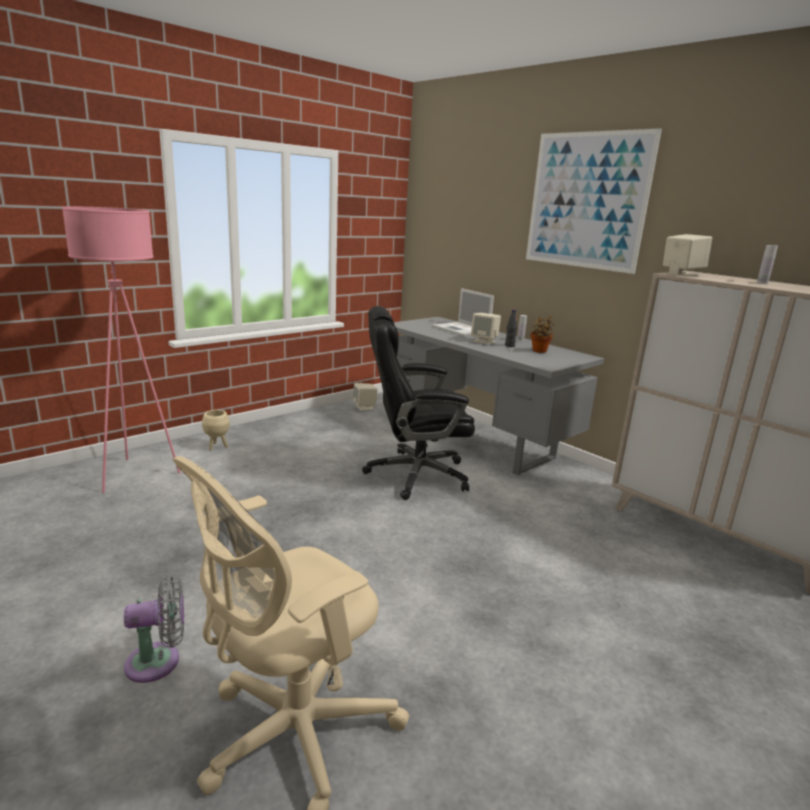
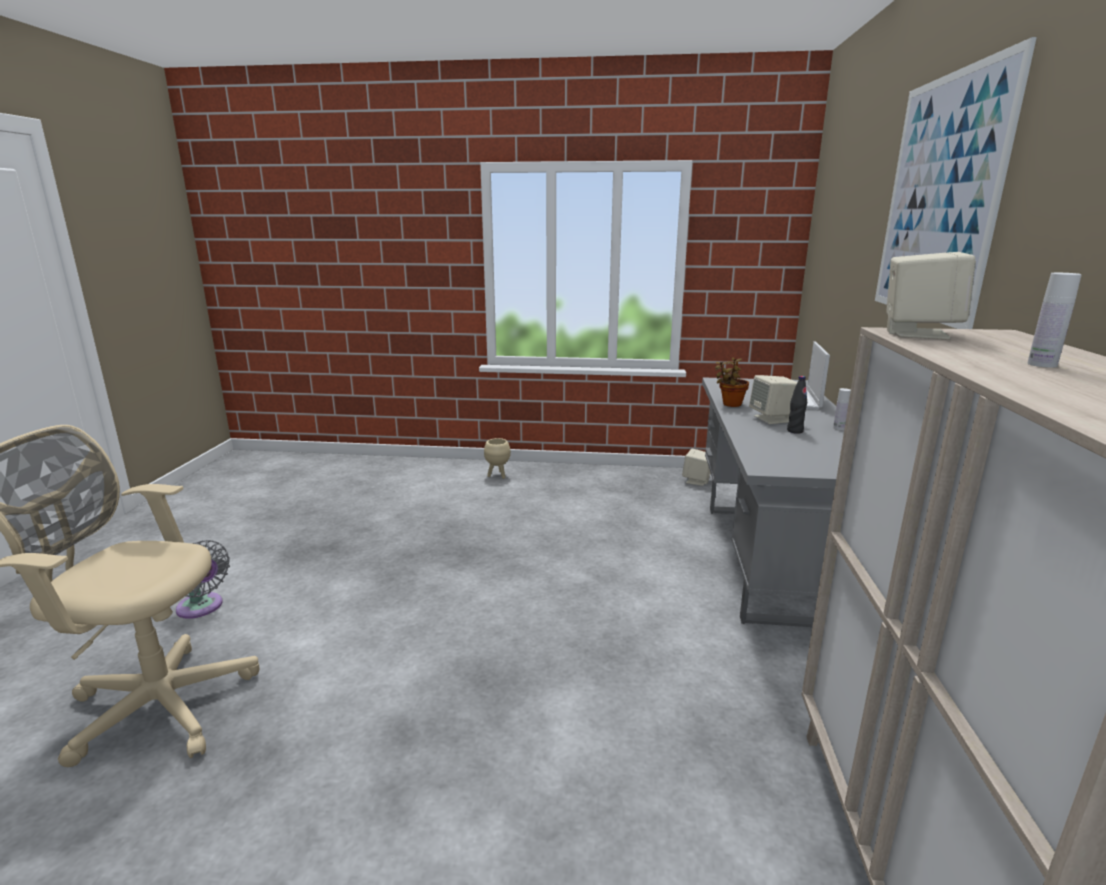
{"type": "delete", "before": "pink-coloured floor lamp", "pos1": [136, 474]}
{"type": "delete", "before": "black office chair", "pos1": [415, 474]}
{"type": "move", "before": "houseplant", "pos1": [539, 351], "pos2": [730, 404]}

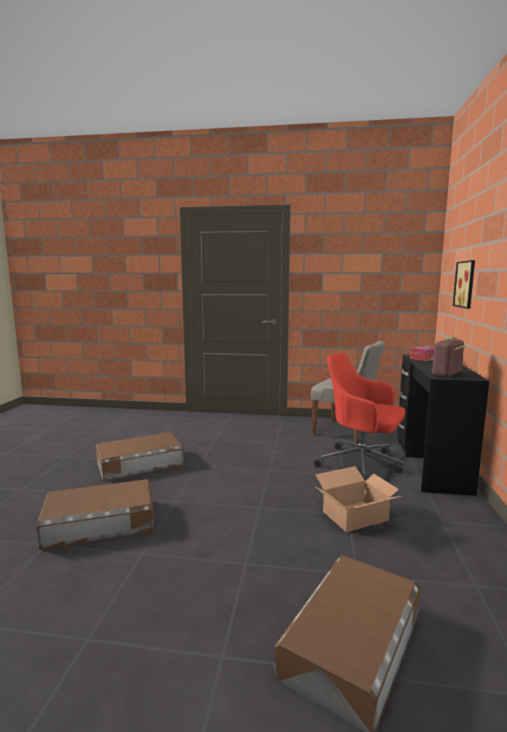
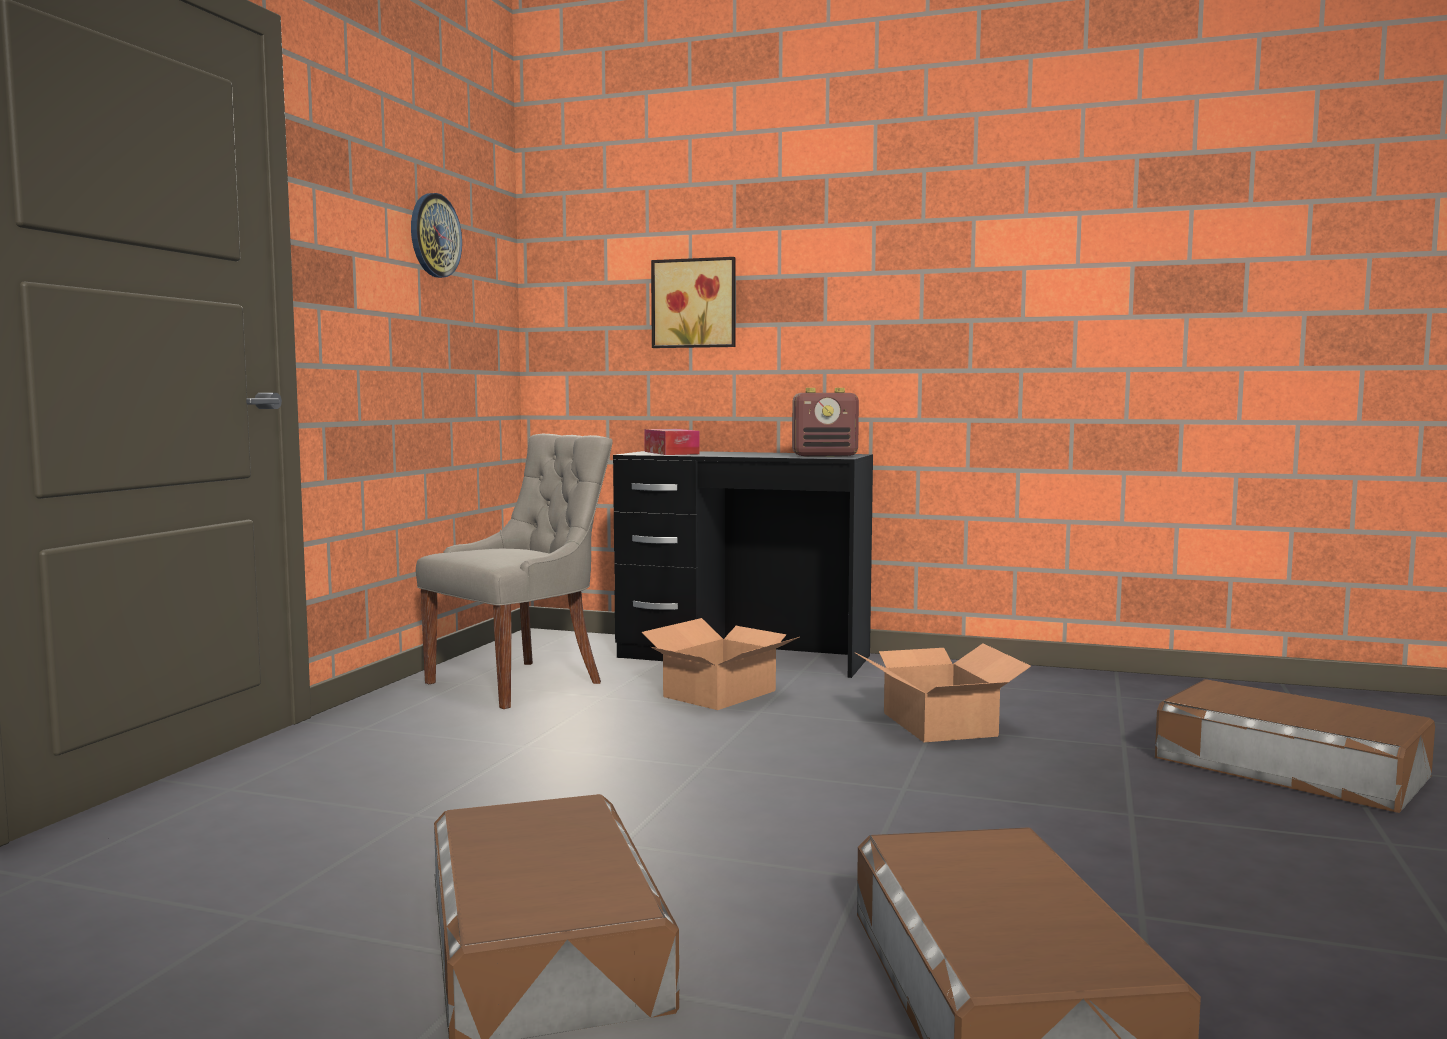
{"type": "rotate", "before": "radio", "pos1": [446, 374], "pos2": [825, 456], "turn": -60}
{"type": "replace", "before": "red office chair", "after": "cardboard box", "pos1": [362, 464], "pos2": [718, 694]}
{"type": "insert", "after": "hanging clock", "pos2": [434, 235]}

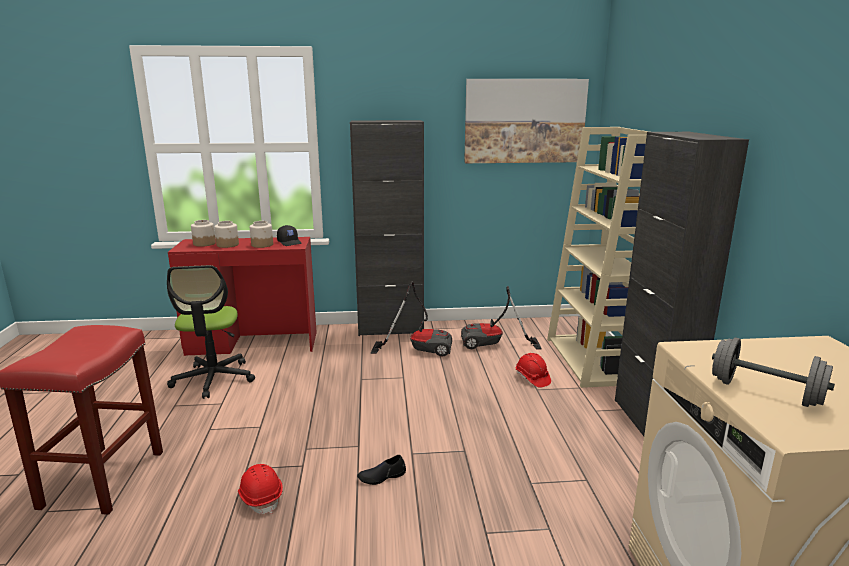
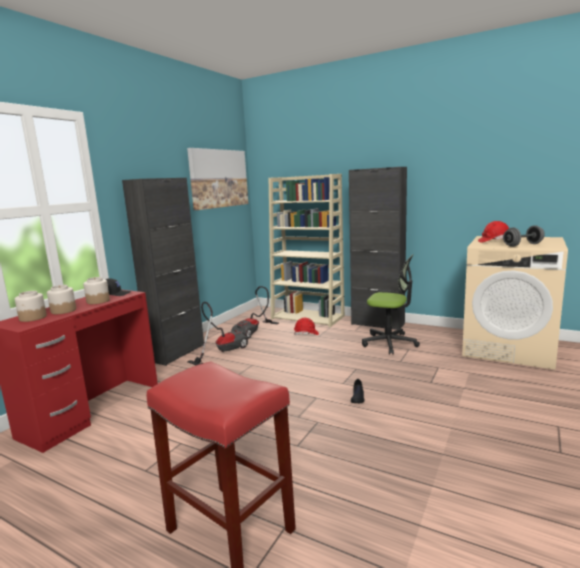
{"type": "move", "before": "office chair", "pos1": [213, 379], "pos2": [389, 343]}
{"type": "move", "before": "red work helmet", "pos1": [261, 497], "pos2": [494, 241]}

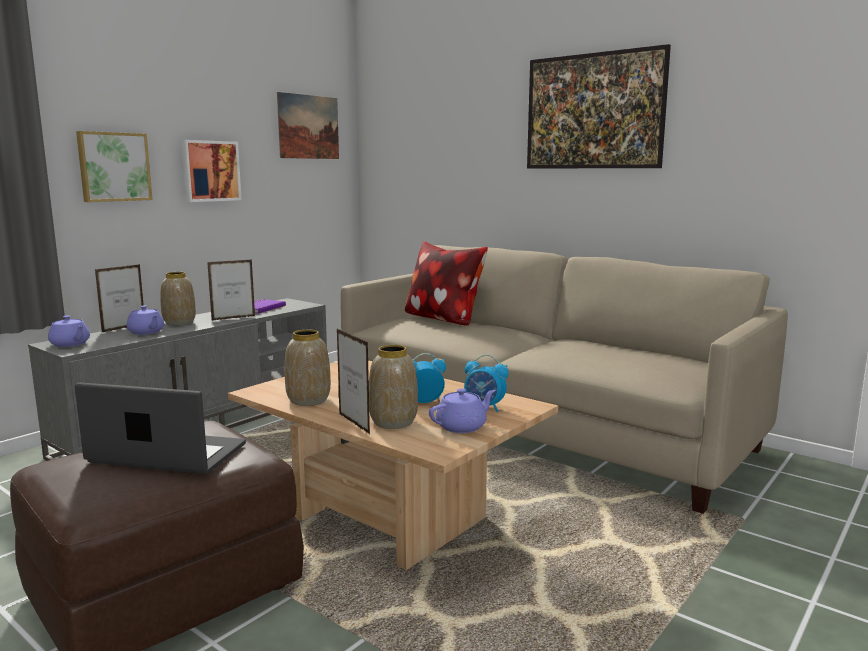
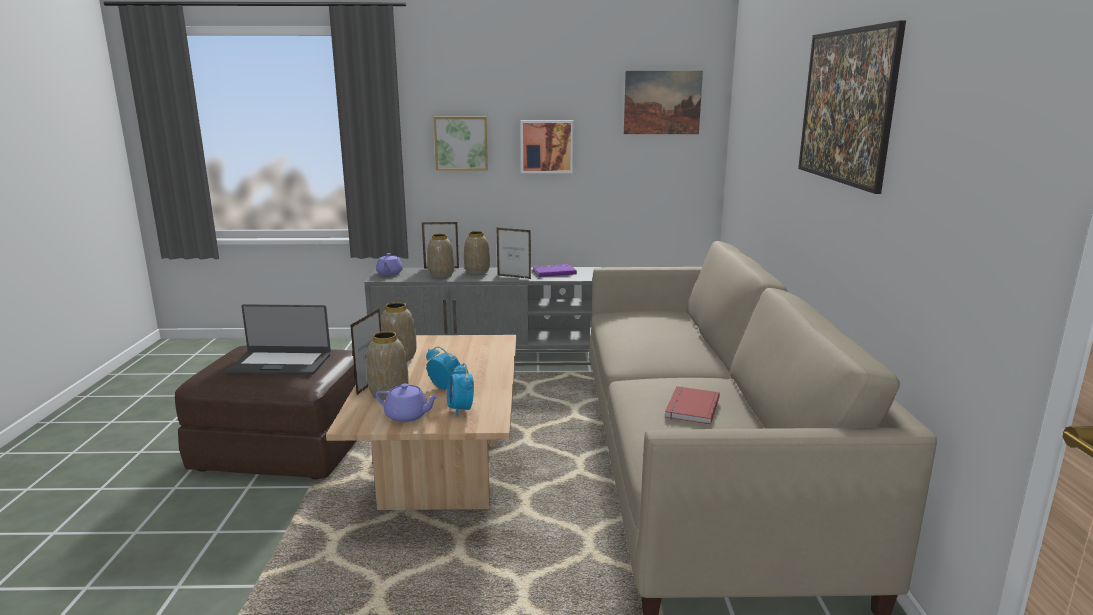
{"type": "delete", "before": "cushion", "pos1": [443, 320]}
{"type": "replace", "before": "purplish pot for tea", "after": "flower vase", "pos1": [146, 332], "pos2": [441, 275]}
{"type": "rotate", "before": "portable computer", "pos1": [166, 454], "pos2": [280, 363], "turn": 120}
{"type": "insert", "after": "red volume", "pos2": [690, 407]}

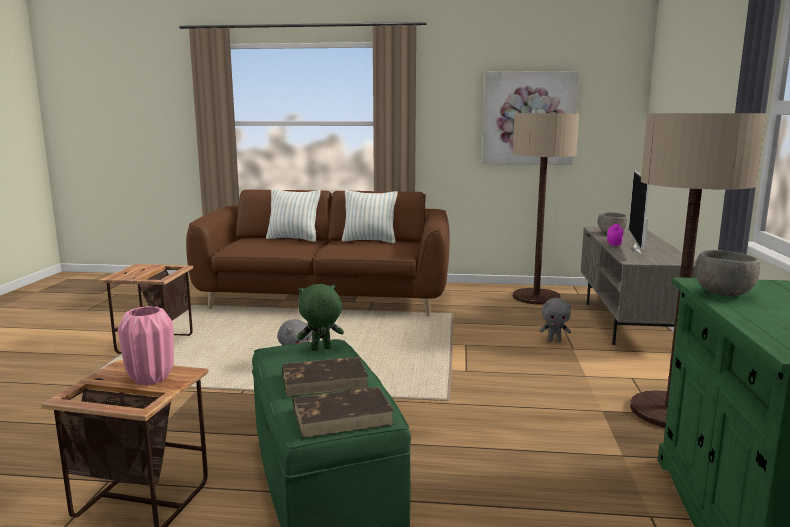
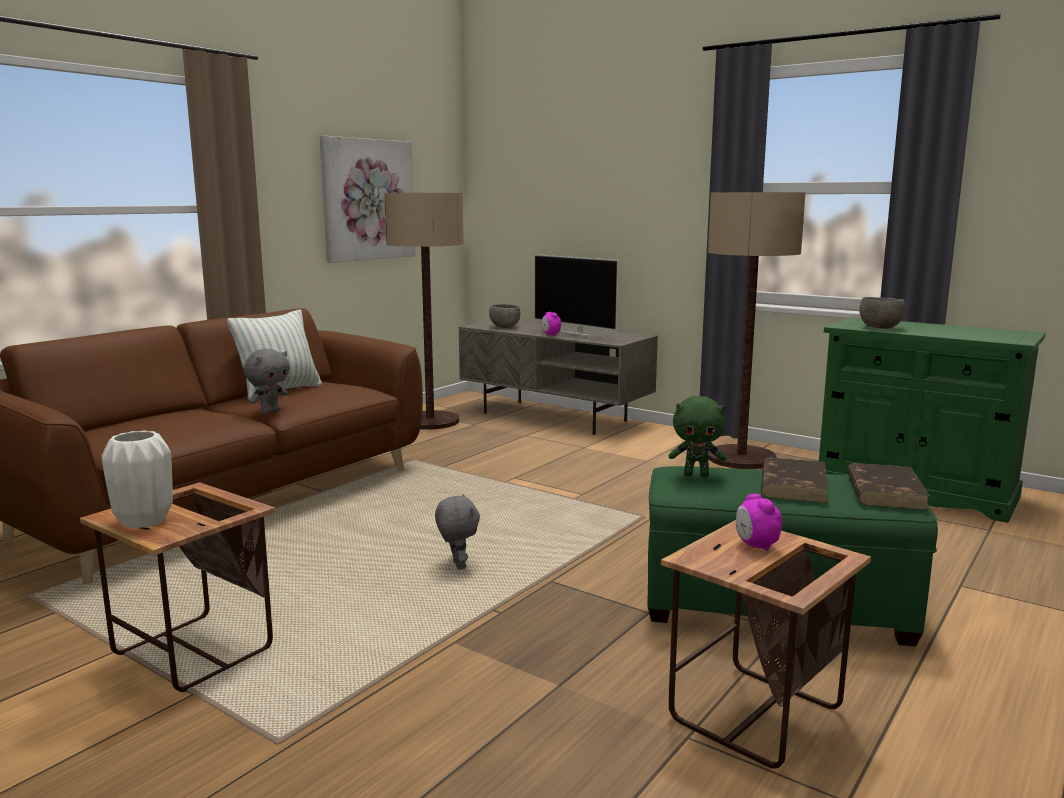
{"type": "delete", "before": "cushion", "pos1": [293, 239]}
{"type": "rotate", "before": "green-coloured plush toy", "pos1": [320, 349], "pos2": [696, 475], "turn": -90}
{"type": "move", "before": "gray plush toy", "pos1": [554, 341], "pos2": [270, 412]}
{"type": "replace", "before": "pink-coloured flower vase", "after": "alarm clock", "pos1": [150, 379], "pos2": [756, 545]}
{"type": "insert", "after": "white flower vase", "pos2": [143, 521]}

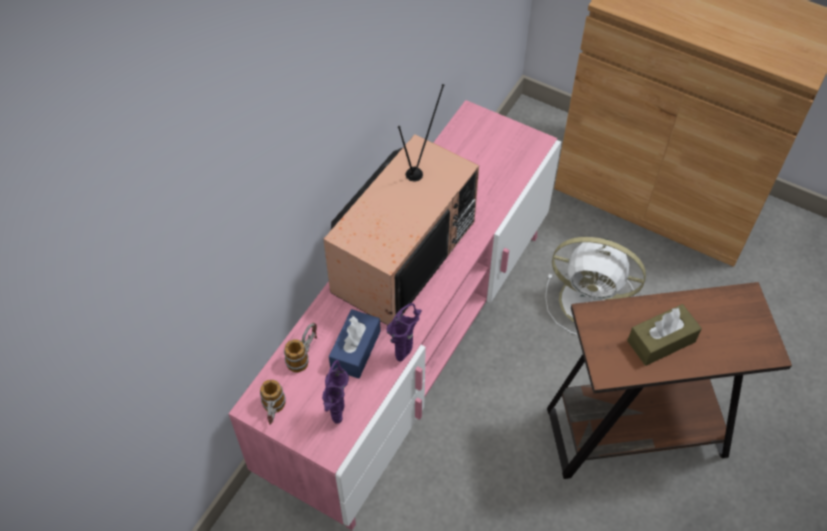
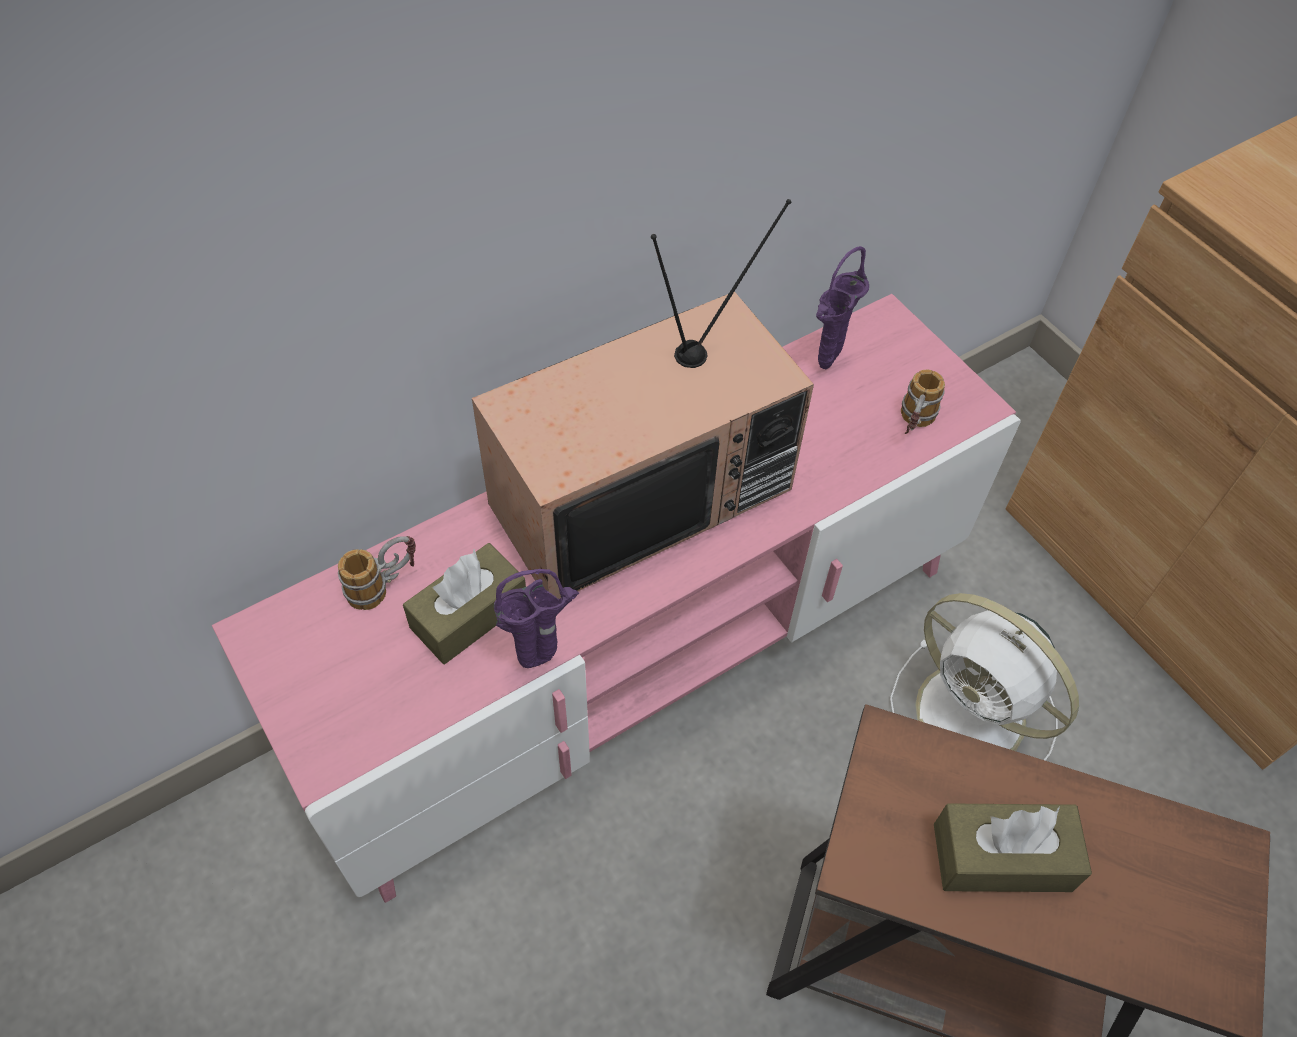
{"type": "recolor", "before": "bluish tissue holder", "after": "brown tissue holder", "pos1": [355, 350], "pos2": [469, 614]}
{"type": "move", "before": "purplish flower vase", "pos1": [338, 419], "pos2": [825, 367]}
{"type": "move", "before": "tea mug", "pos1": [274, 413], "pos2": [913, 426]}

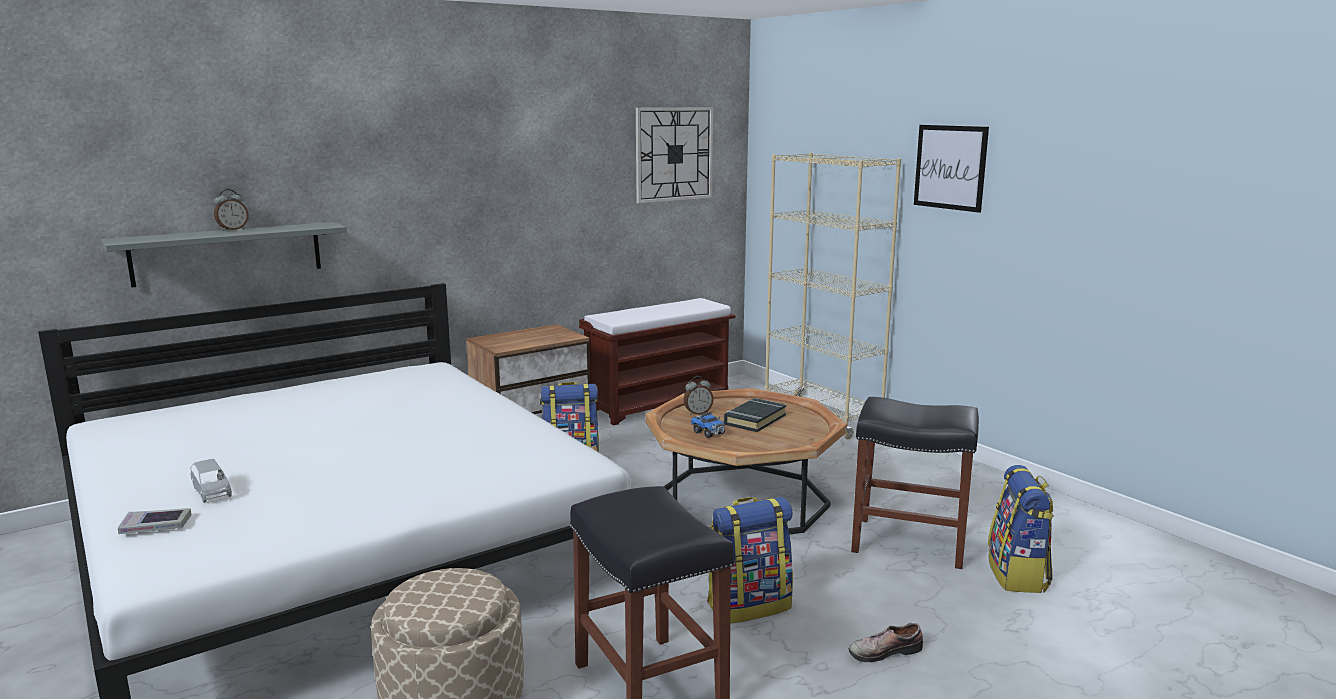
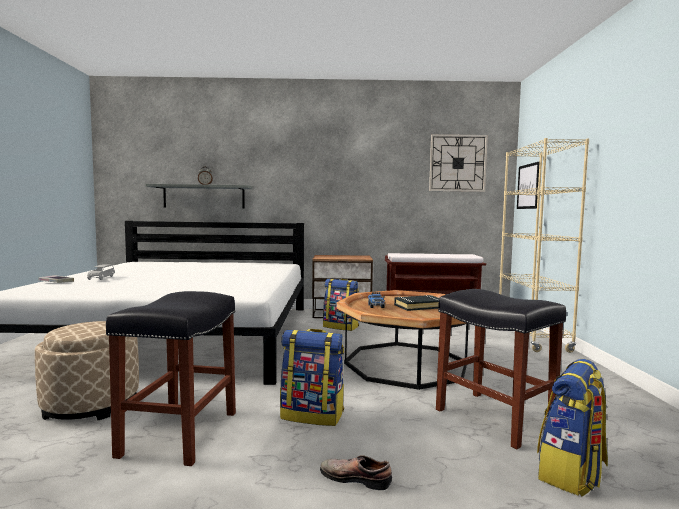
{"type": "move", "before": "wall art", "pos1": [950, 167], "pos2": [528, 186]}
{"type": "delete", "before": "alarm clock", "pos1": [698, 413]}

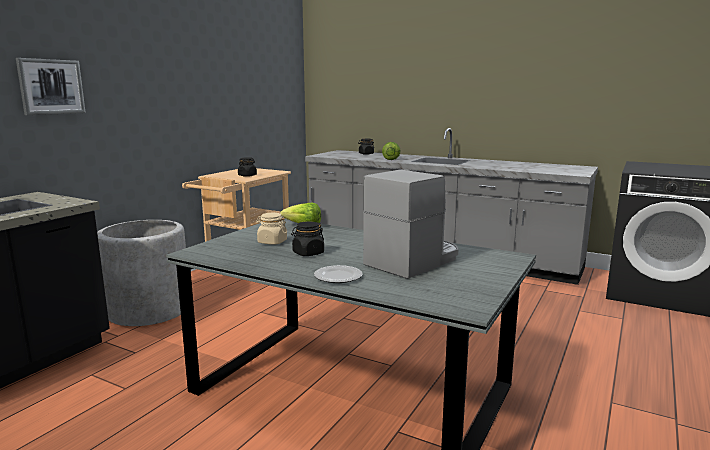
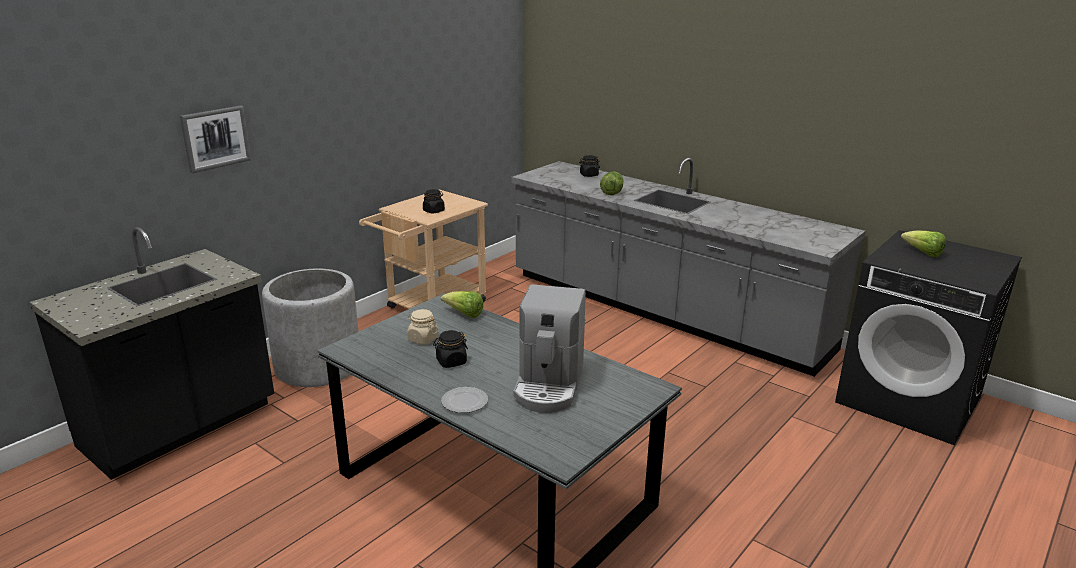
{"type": "rotate", "before": "coffee brewer", "pos1": [413, 261], "pos2": [549, 385], "turn": 135}
{"type": "insert", "after": "lettuce head", "pos2": [923, 253]}

